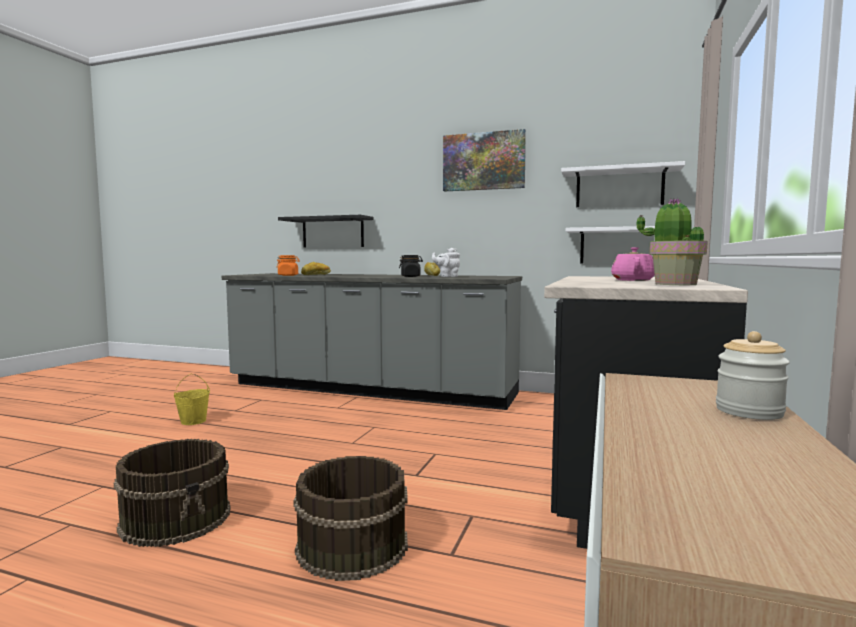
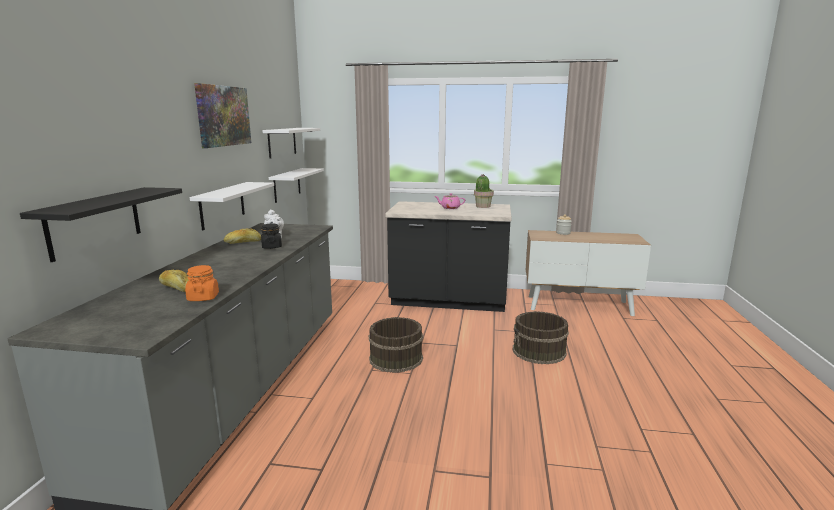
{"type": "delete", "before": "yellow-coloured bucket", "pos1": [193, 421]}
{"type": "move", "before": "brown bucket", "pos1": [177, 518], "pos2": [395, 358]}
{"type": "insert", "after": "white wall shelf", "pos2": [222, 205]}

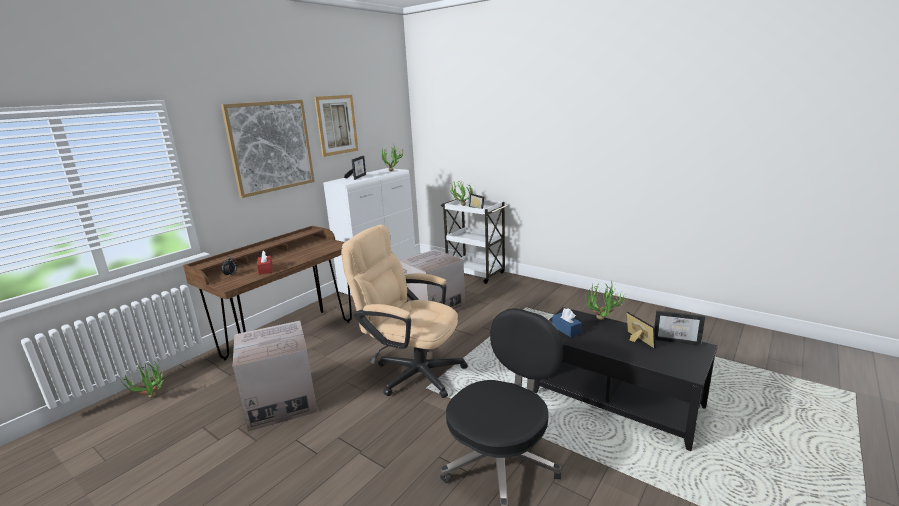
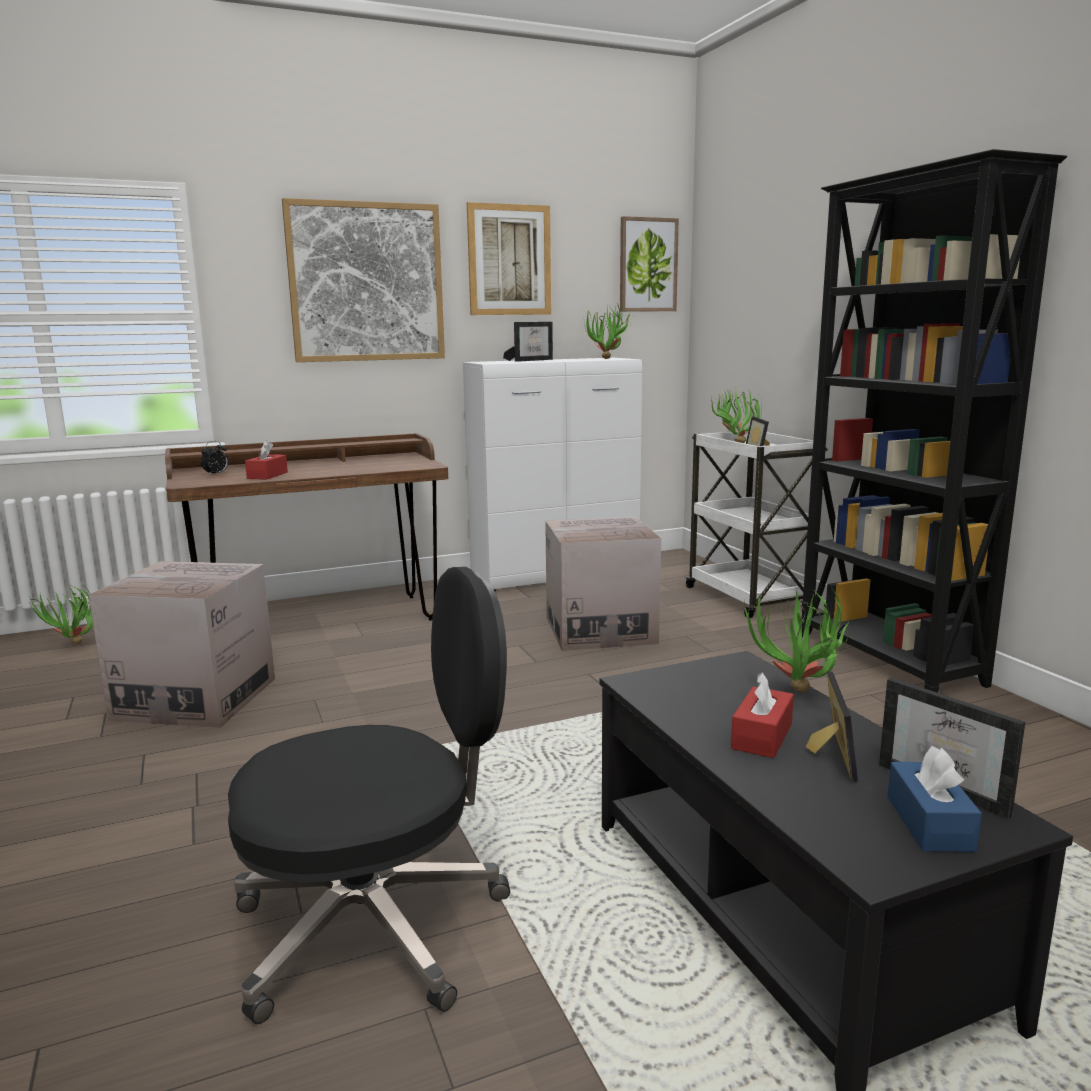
{"type": "delete", "before": "beige office chair", "pos1": [411, 371]}
{"type": "move", "before": "bluish tissue holder", "pos1": [566, 329], "pos2": [929, 823]}
{"type": "insert", "after": "black bookshelf", "pos2": [887, 660]}
{"type": "insert", "after": "wall art", "pos2": [647, 265]}
{"type": "insert", "after": "red tissue holder", "pos2": [762, 736]}

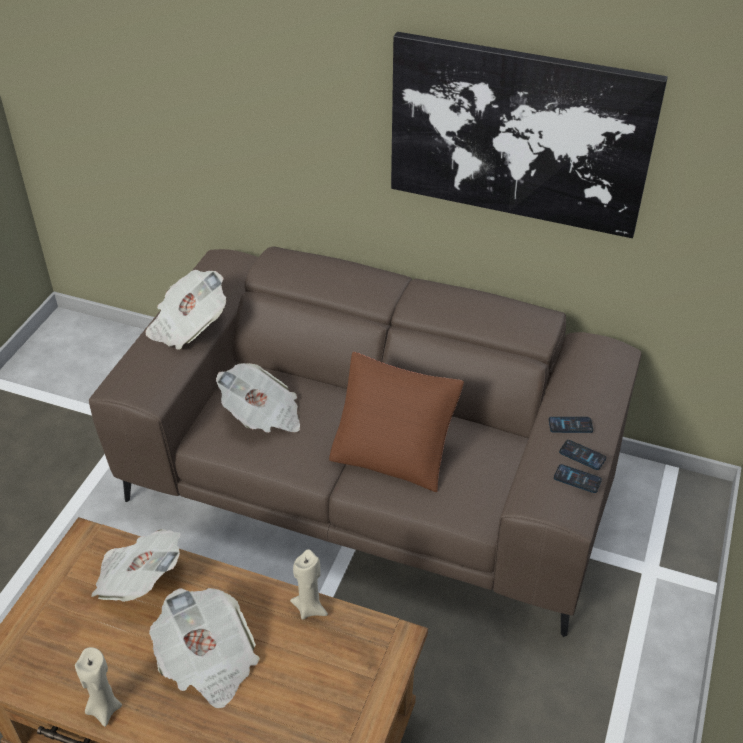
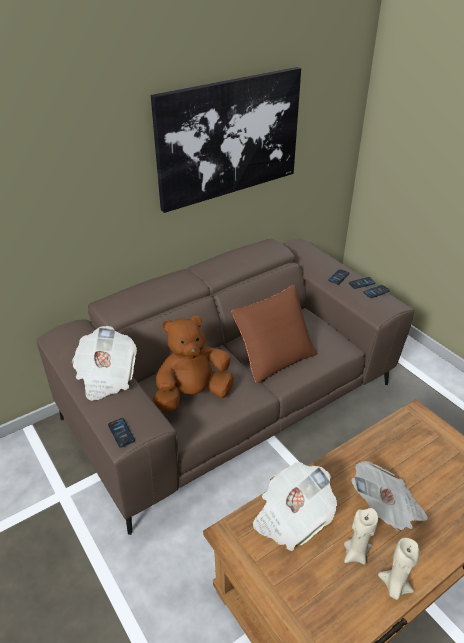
{"type": "replace", "before": "daily paper", "after": "brown plush toy", "pos1": [262, 416], "pos2": [193, 394]}
{"type": "move", "before": "beige wax candle", "pos1": [310, 607], "pos2": [355, 553]}
{"type": "insert", "after": "phone", "pos2": [121, 433]}

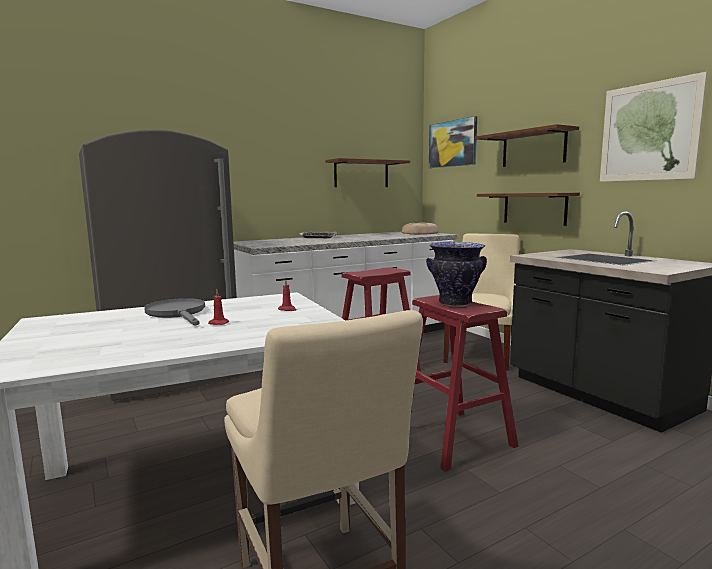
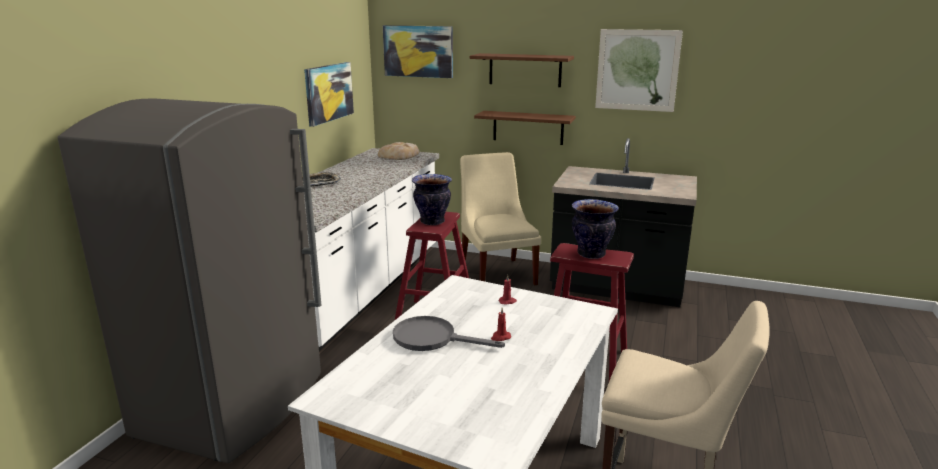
{"type": "replace", "before": "brown wall shelf", "after": "wall art", "pos1": [361, 174], "pos2": [328, 92]}
{"type": "insert", "after": "flower vase", "pos2": [433, 222]}

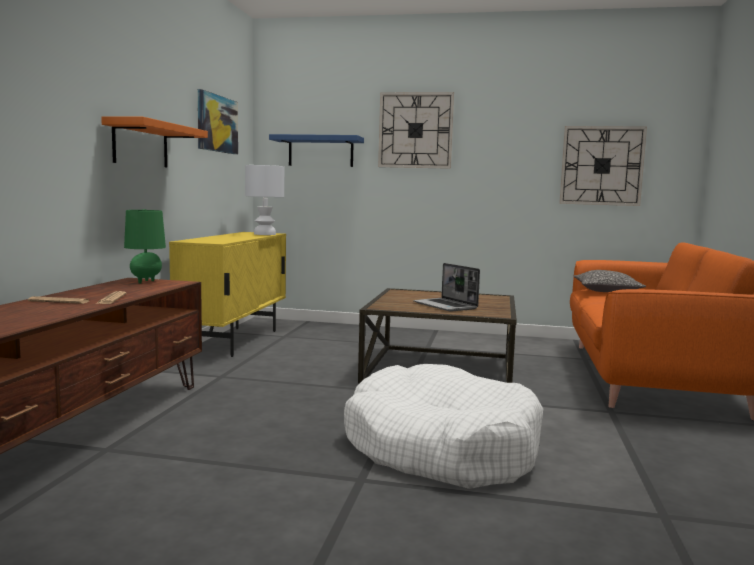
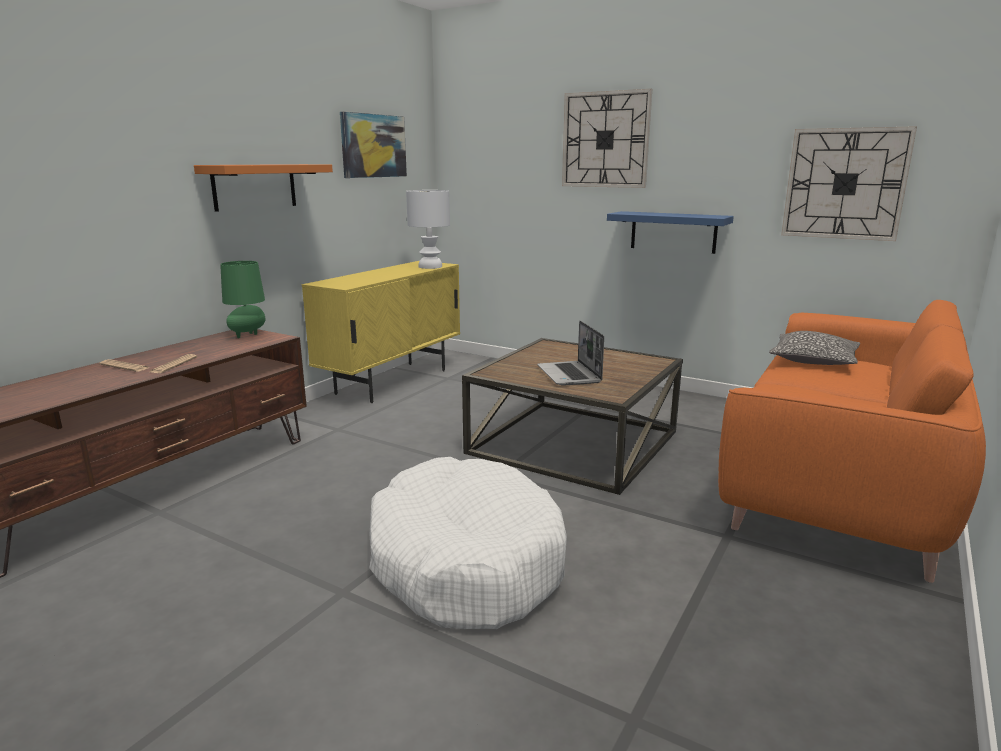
{"type": "move", "before": "bluish wall shelf", "pos1": [320, 151], "pos2": [673, 232]}

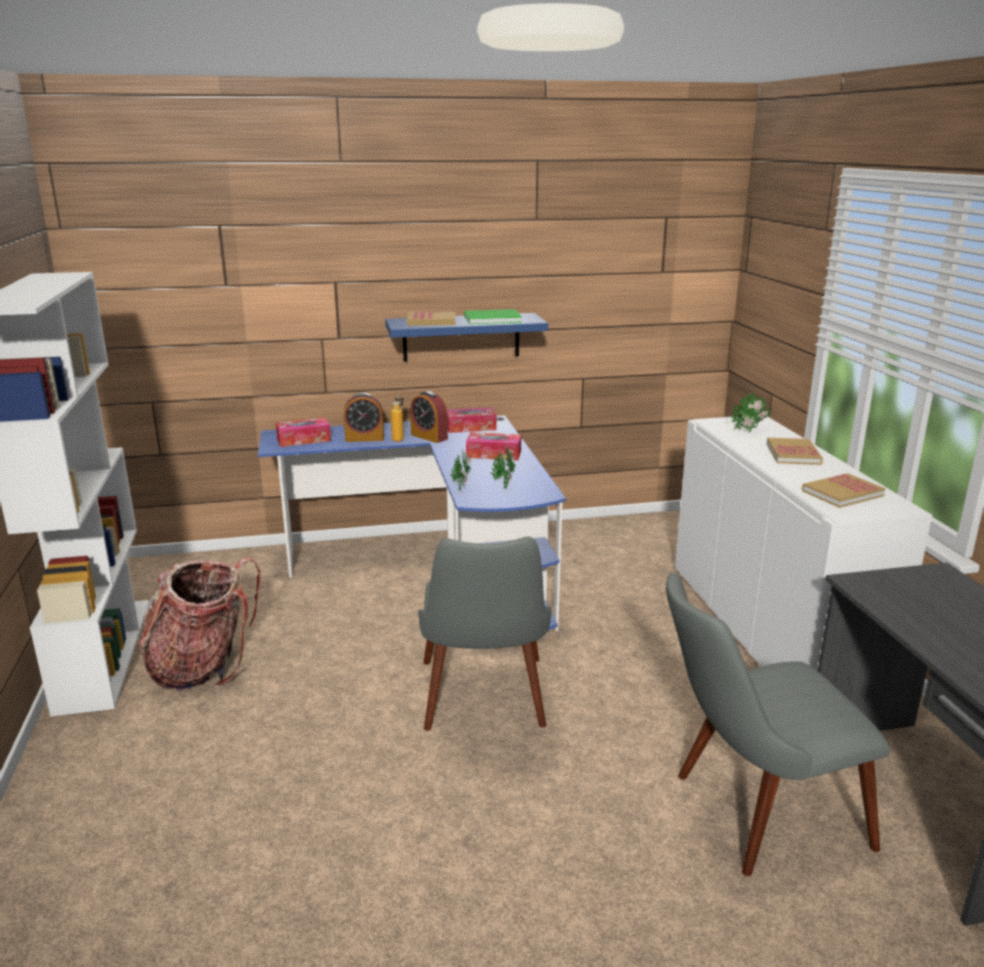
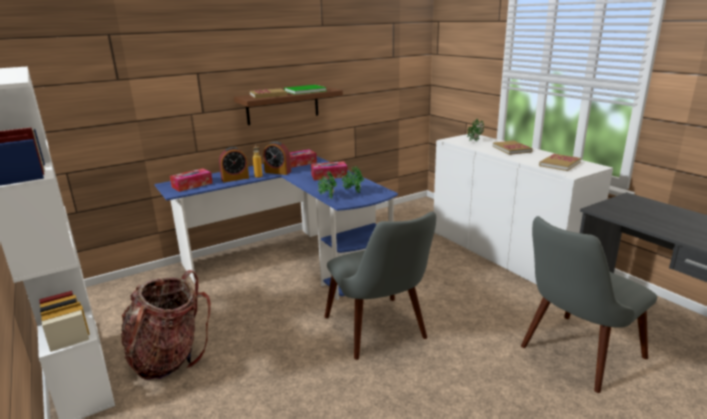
{"type": "recolor", "before": "bluish wall shelf", "after": "brown wall shelf", "pos1": [461, 337], "pos2": [283, 105]}

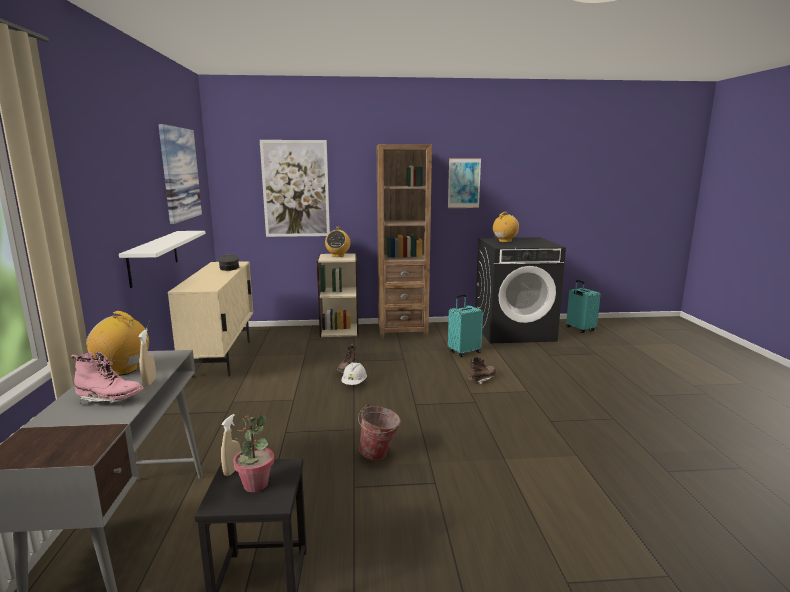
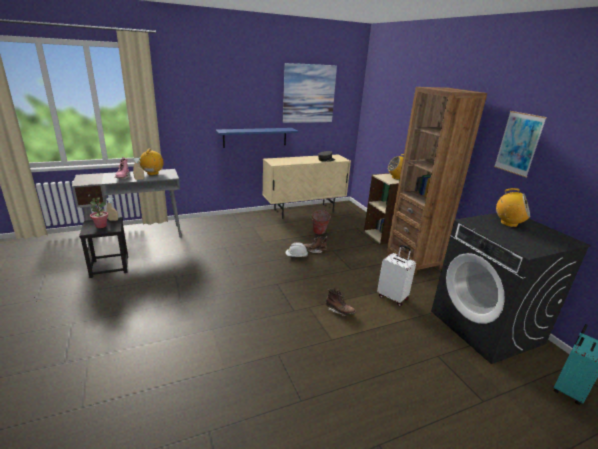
{"type": "delete", "before": "wall art", "pos1": [295, 189]}
{"type": "recolor", "before": "white wall shelf", "after": "bluish wall shelf", "pos1": [154, 257], "pos2": [255, 137]}
{"type": "recolor", "before": "turquoise suitcase", "after": "white suitcase", "pos1": [464, 352], "pos2": [393, 297]}
{"type": "move", "before": "bucket", "pos1": [379, 455], "pos2": [319, 233]}

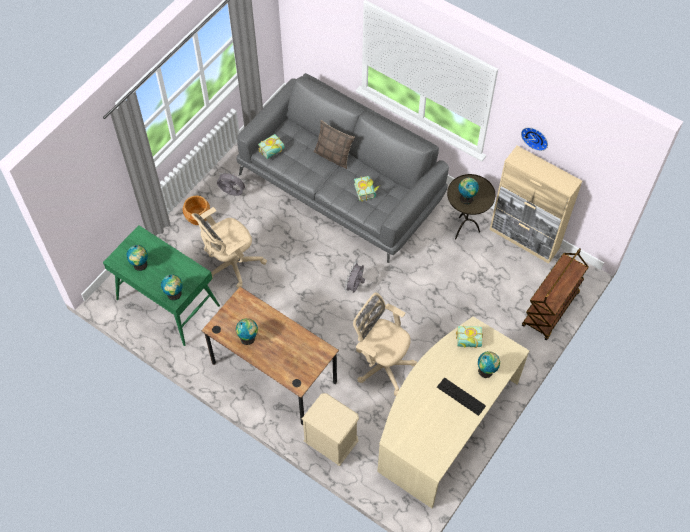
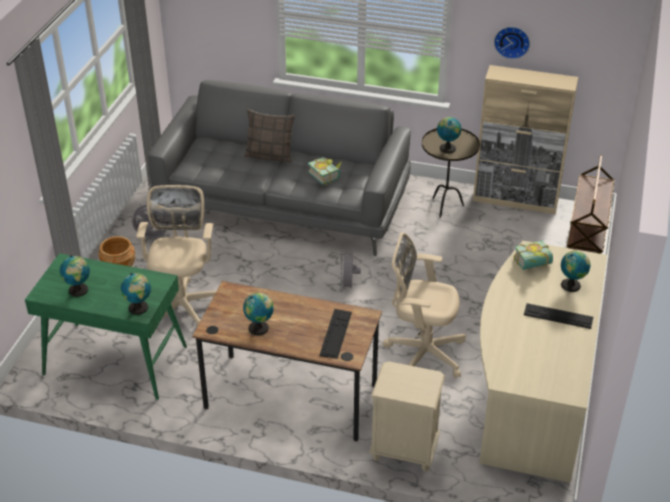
{"type": "delete", "before": "volume", "pos1": [273, 152]}
{"type": "rotate", "before": "beige office chair", "pos1": [231, 265], "pos2": [182, 304], "turn": 150}
{"type": "insert", "after": "keyboard", "pos2": [336, 333]}

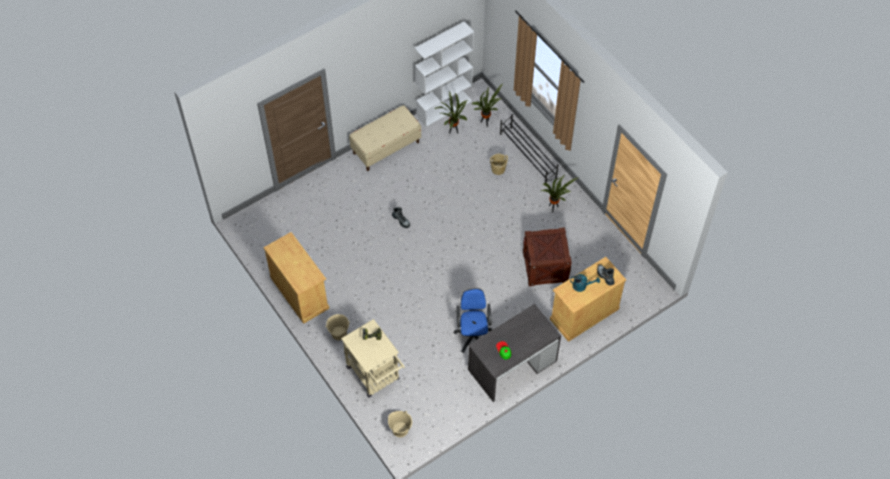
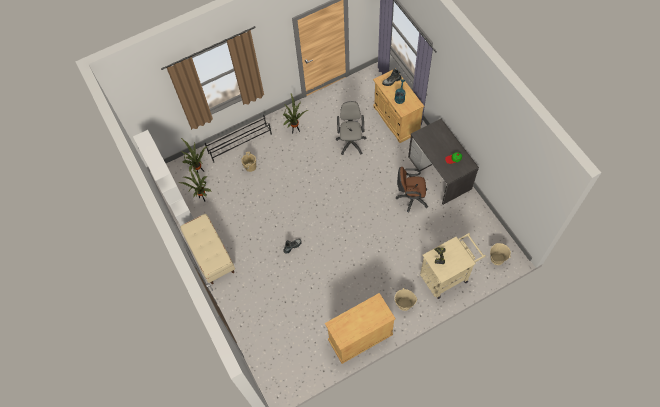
{"type": "replace", "before": "crate", "after": "gray office chair", "pos1": [545, 267], "pos2": [351, 141]}
{"type": "recolor", "before": "bluish office chair", "after": "brown office chair", "pos1": [473, 334], "pos2": [410, 198]}

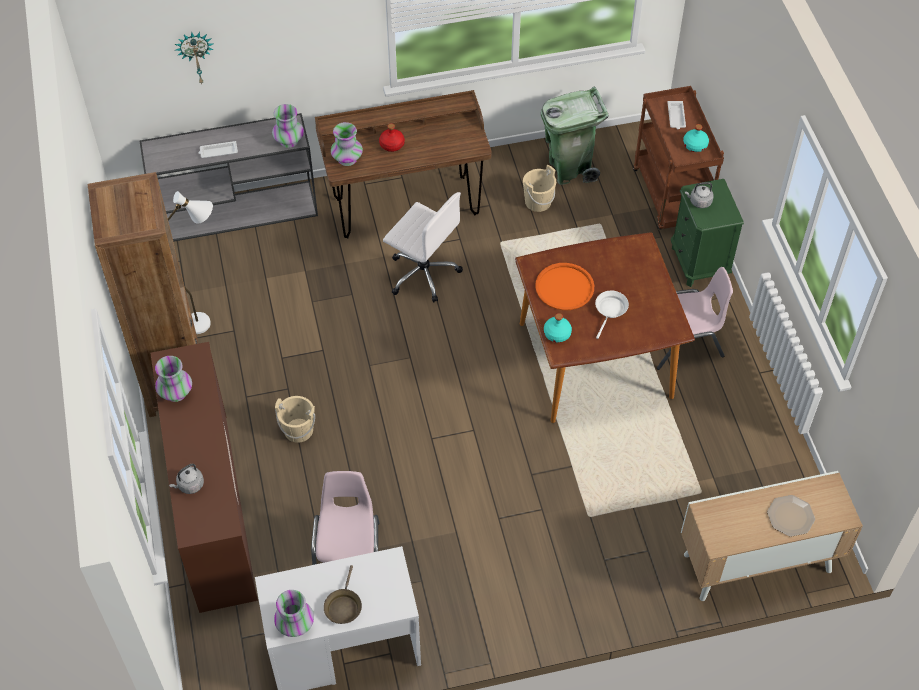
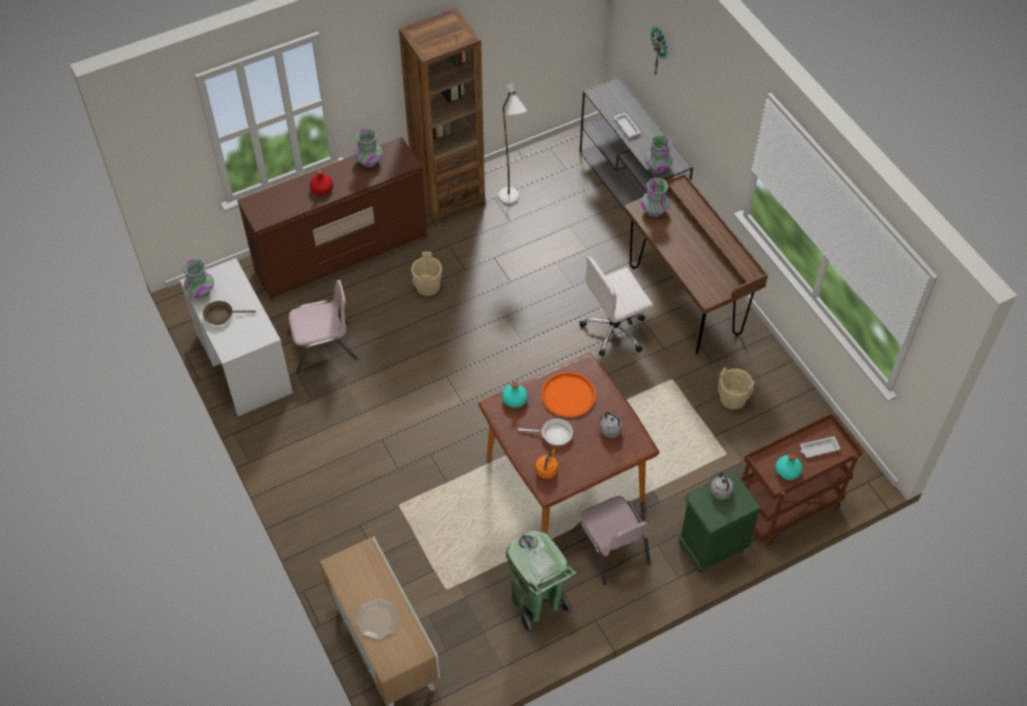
{"type": "move", "before": "green-coloured rubbish bin", "pos1": [569, 168], "pos2": [537, 603]}
{"type": "move", "before": "red bottle", "pos1": [391, 145], "pos2": [321, 188]}
{"type": "rotate", "before": "white office chair", "pos1": [423, 273], "pos2": [615, 330], "turn": 45}
{"type": "move", "before": "gray water kettle", "pos1": [189, 485], "pos2": [609, 429]}
{"type": "insert", "after": "orange water kettle", "pos2": [547, 469]}

